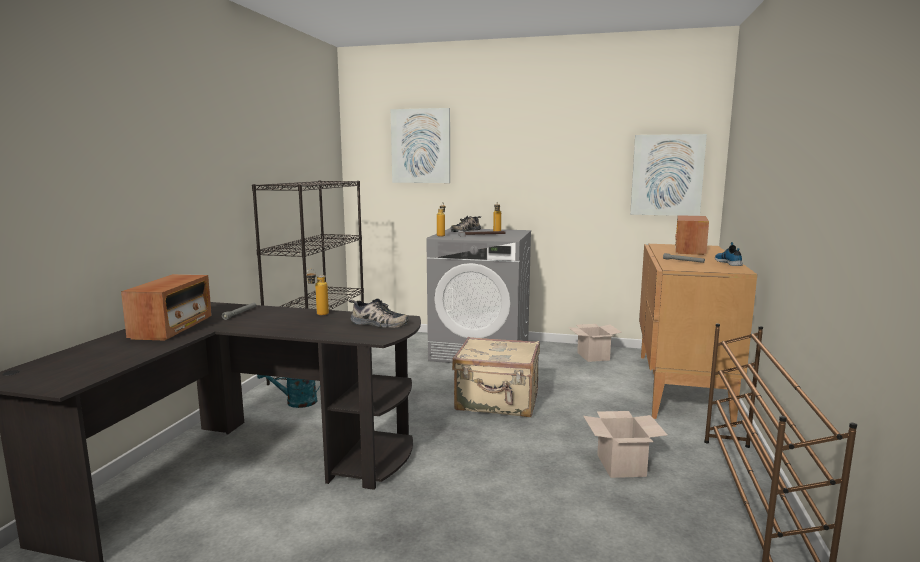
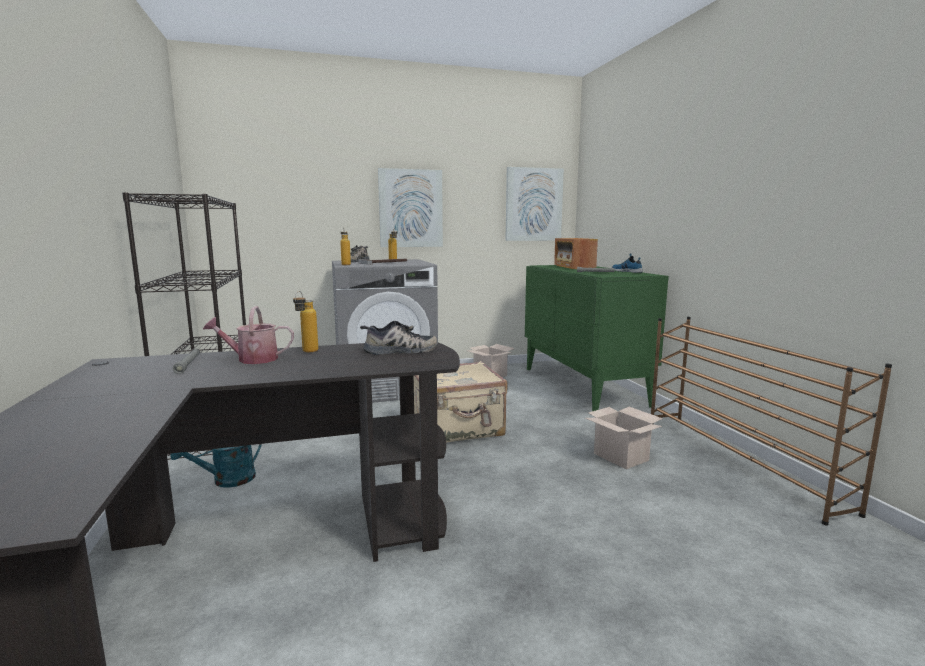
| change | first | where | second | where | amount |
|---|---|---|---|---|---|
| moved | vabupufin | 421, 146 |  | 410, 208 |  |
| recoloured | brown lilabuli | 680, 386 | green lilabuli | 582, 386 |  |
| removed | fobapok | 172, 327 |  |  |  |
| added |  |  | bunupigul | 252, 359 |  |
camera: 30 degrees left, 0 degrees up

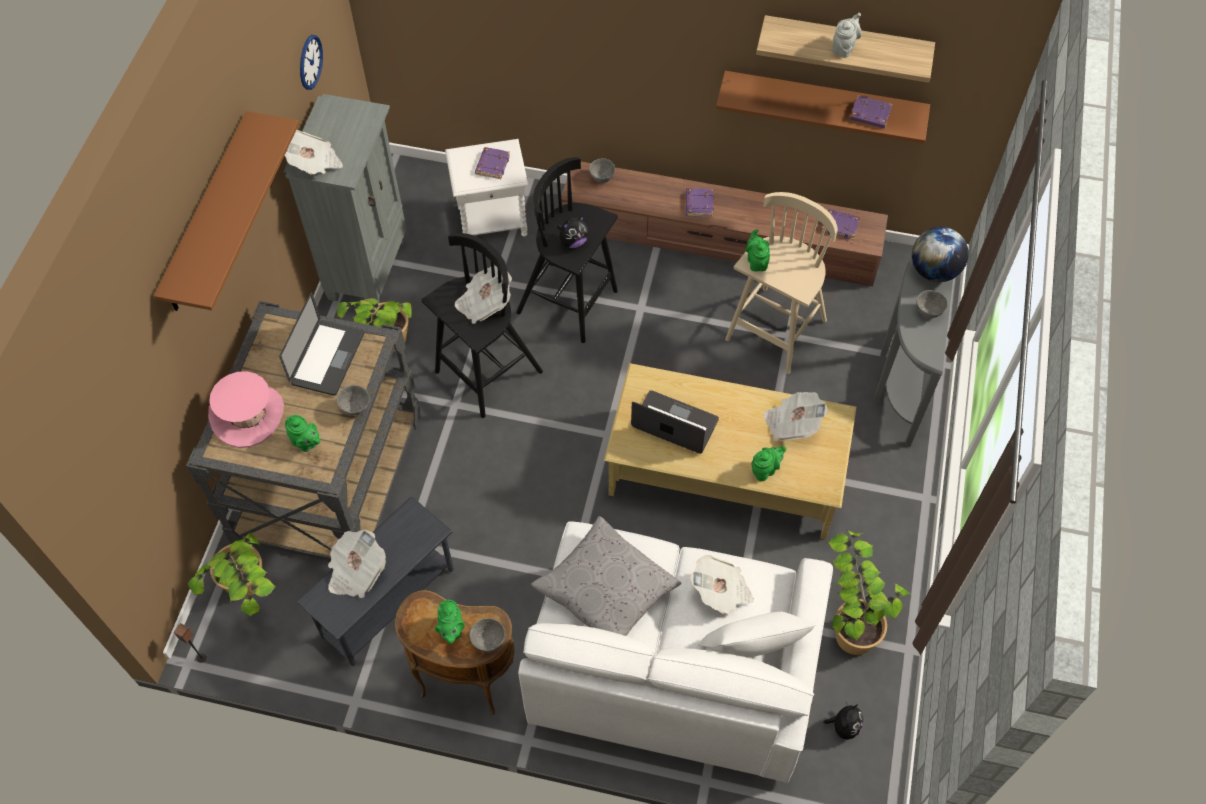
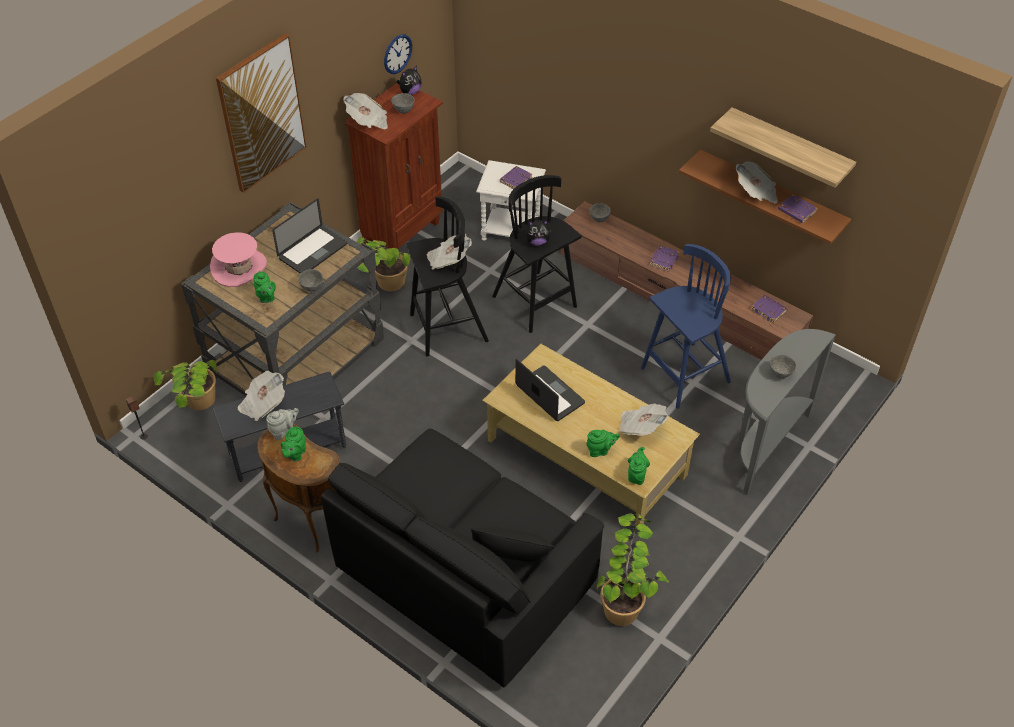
| change | first | where | second | where | amount |
|---|---|---|---|---|---|
| moved | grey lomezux | 844, 47 |  | 284, 431 |  |
| recoloured | grey lilabuli | 369, 270 | brown lilabuli | 403, 233 |  |
| replaced | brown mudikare | 207, 215 | vabupufin | 261, 113 |  |
| recoloured | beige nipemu | 774, 332 | blue nipemu | 683, 376 |  |
| removed | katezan | 934, 271 |  |  |  |
| moved | green lomezux | 756, 262 |  | 637, 475 |  |
| removed | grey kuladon | 606, 591 |  |  |  |
| recoloured | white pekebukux | 672, 668 | black pekebukux | 465, 576 |  |
| moved | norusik | 721, 592 |  | 756, 193 |  |
| moved | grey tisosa | 489, 642 |  | 403, 111 |  |
| moved | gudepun | 843, 726 |  | 410, 92 |  |
camera: 25 degrees right, 10 degrees down

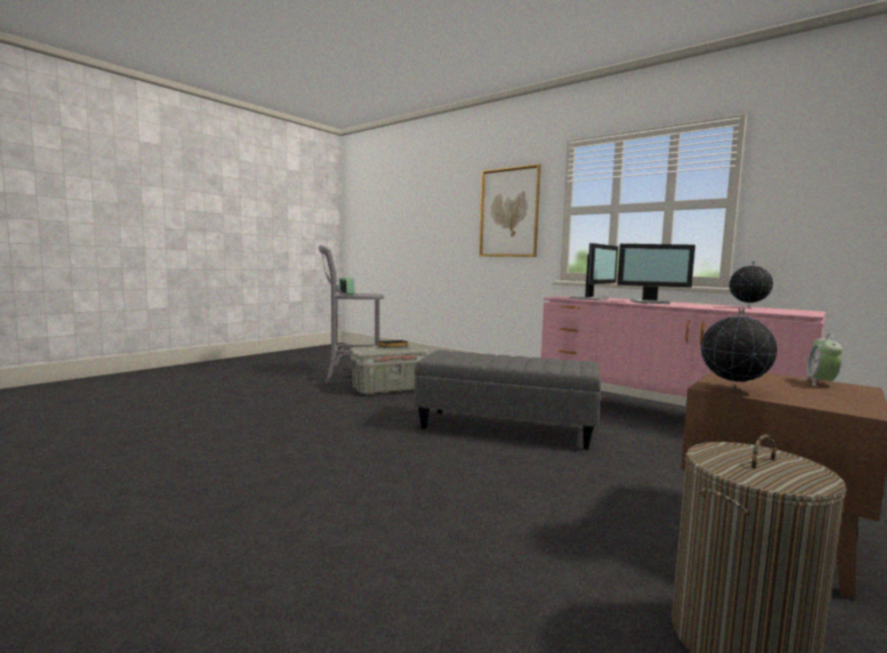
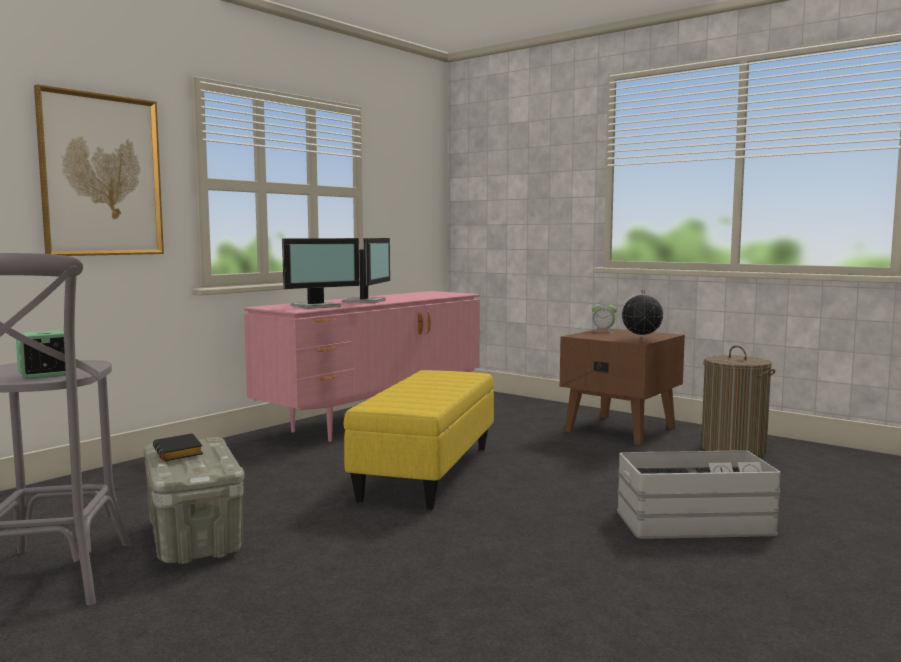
| change | first | where | second | where | amount |
|---|---|---|---|---|---|
| turned | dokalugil | 591, 299 |  | 317, 306 | 105 degrees clockwise |
| removed | katezan | 748, 308 |  |  |  |
| recoloured | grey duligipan | 505, 430 | yellow duligipan | 428, 473 |  |
| added |  |  | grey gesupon | 693, 521 |  |
camera: 90 degrees left, 0 degrees up

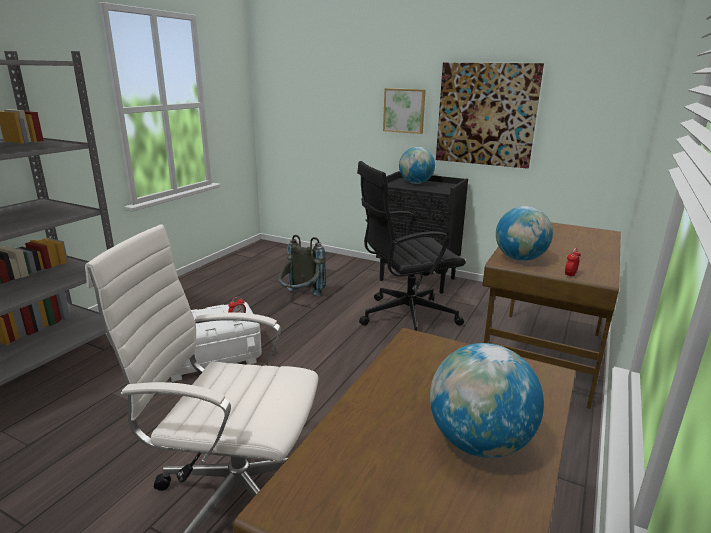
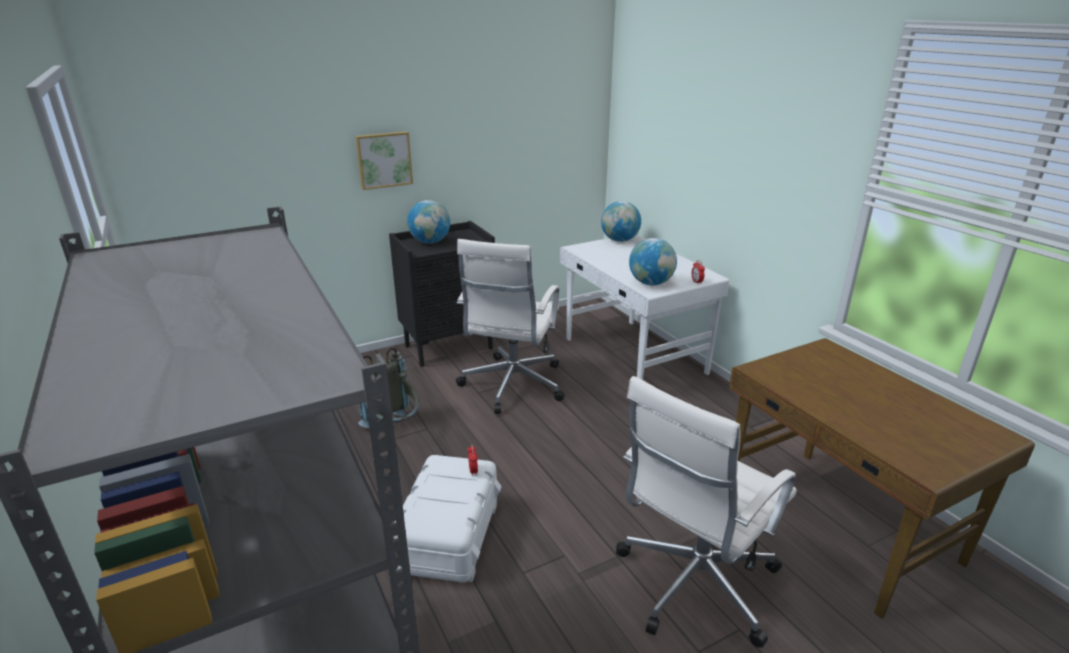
| change | first | where | second | where | amount |
|---|---|---|---|---|---|
| removed | vabupufin | 486, 115 |  |  |  |
| recoloured | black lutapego | 405, 317 | white lutapego | 512, 386 |  |
| recoloured | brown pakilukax | 541, 354 | white pakilukax | 633, 356 |  |
| moved | katezan | 479, 443 |  | 620, 240 |  |
camera: 55 degrees left, 5 degrees up

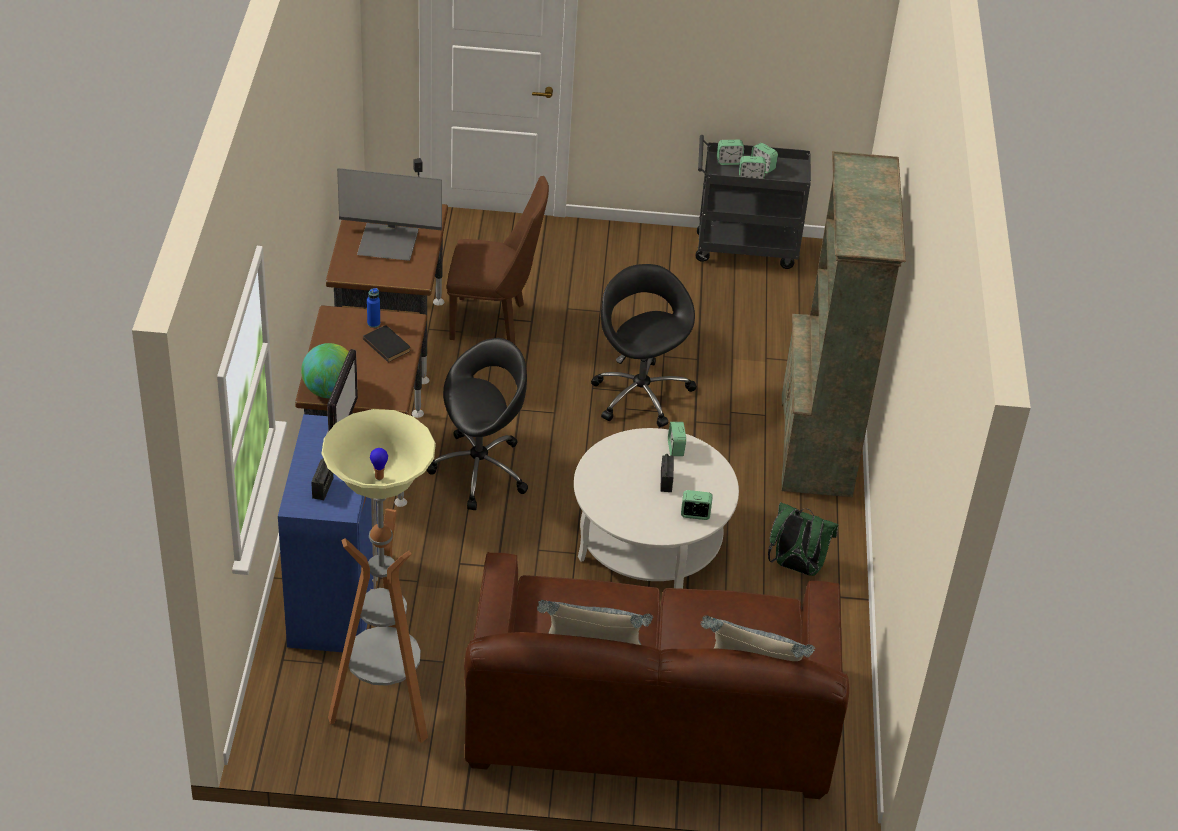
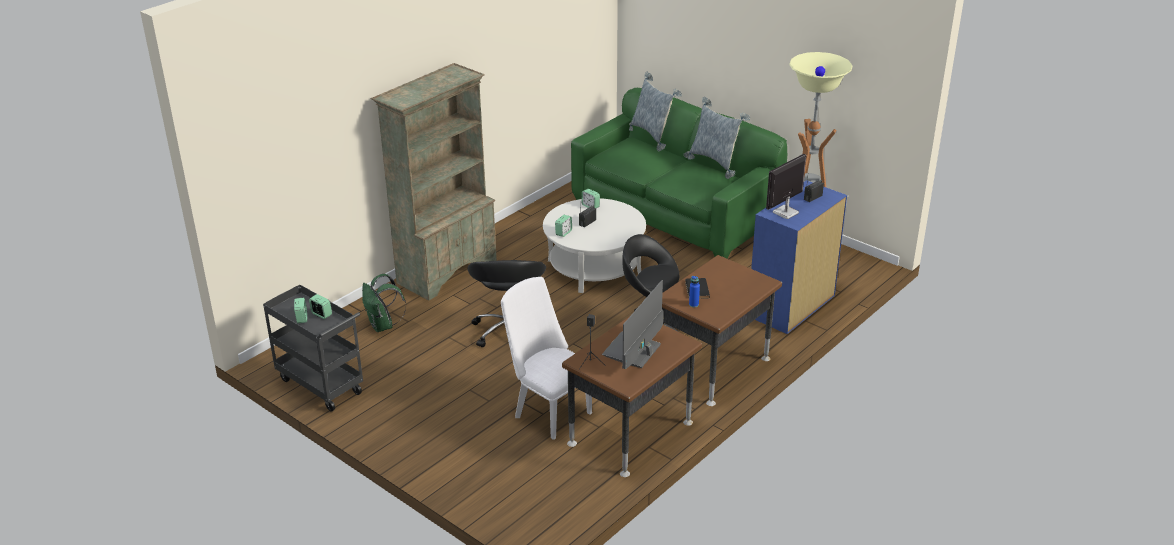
| change | first | where | second | where | amount |
|---|---|---|---|---|---|
| removed | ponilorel | 729, 161 |  |  |  |
| turned | dokalugil | 388, 242 |  | 633, 351 | 105 degrees counterclockwise |
| recoloured | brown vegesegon | 495, 322 | white vegesegon | 548, 412 |  |
| removed | katezan | 330, 391 |  |  |  |
| moved | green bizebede | 795, 566 |  | 383, 326 |  |
| recoloured | brown pekebukux | 649, 715 | green pekebukux | 673, 212 |  |
camera: 140 degrees left, 10 degrees down

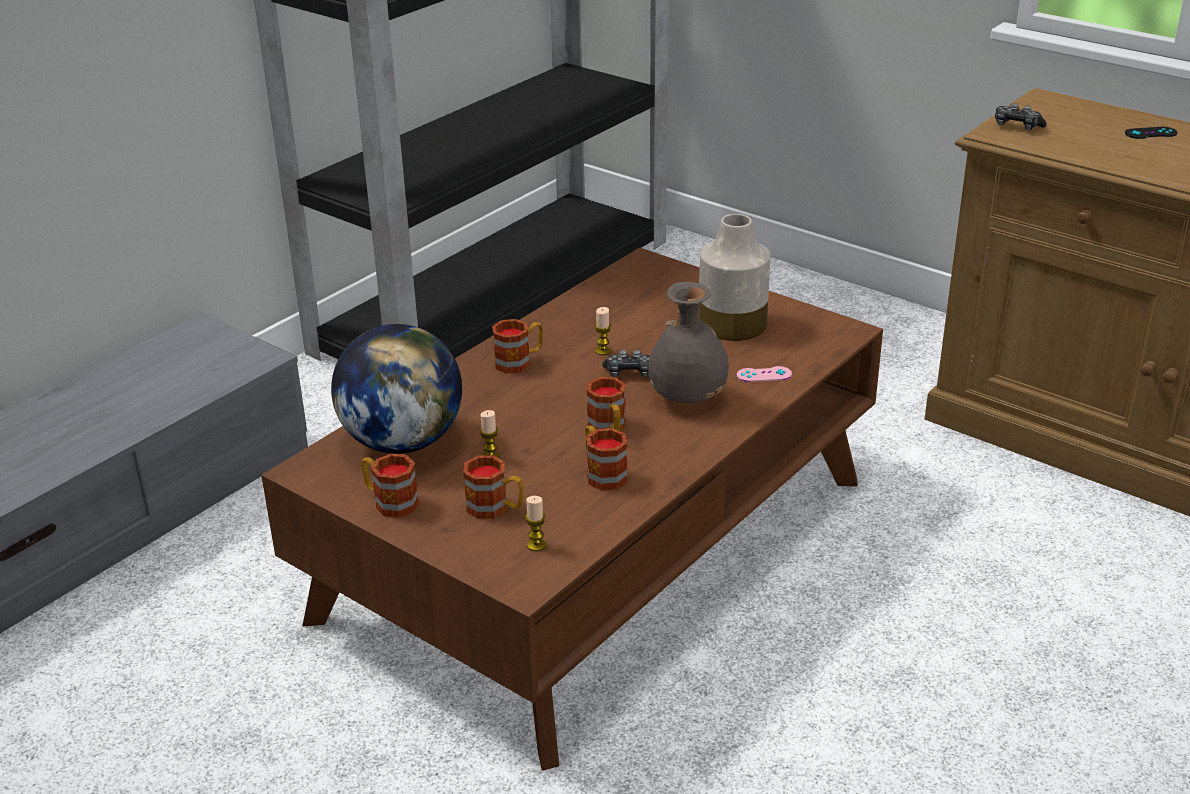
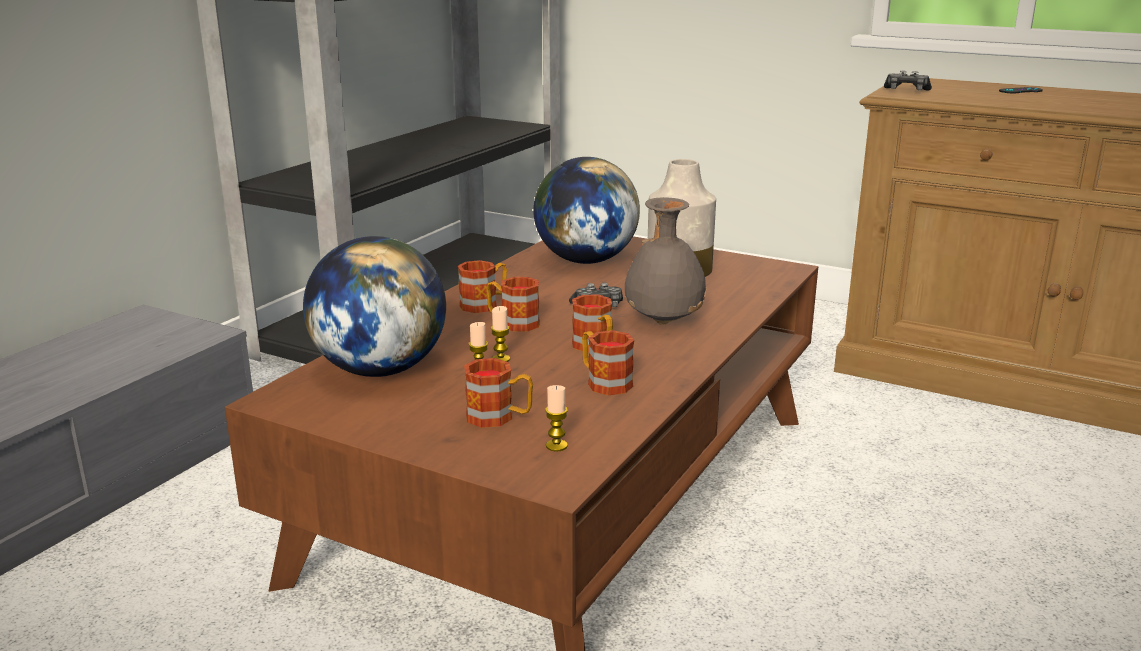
| change | first | where | second | where | amount |
|---|---|---|---|---|---|
| moved | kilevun | 603, 351 |  | 501, 359 |  |
| removed | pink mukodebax | 764, 375 |  |  |  |
| moved | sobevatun | 390, 501 |  | 513, 322 |  |
| added |  |  | katezan | 585, 260 |  |
camera: 10 degrees left, 10 degrees down

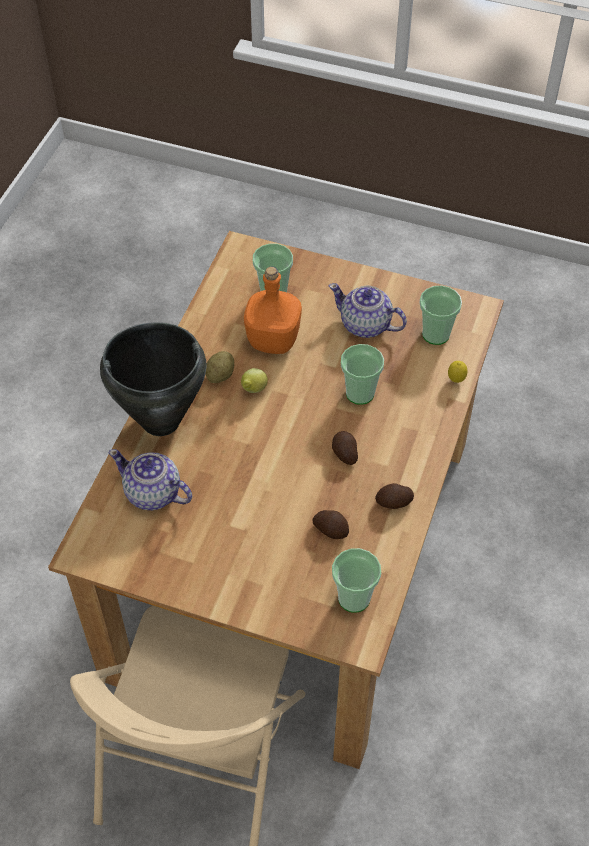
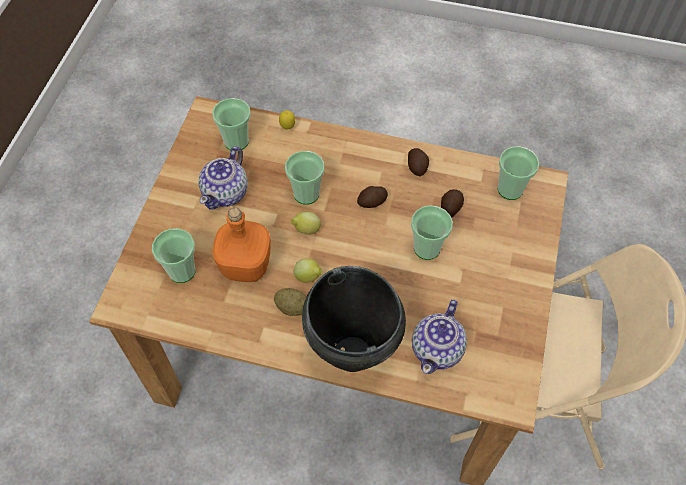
| change | first | where | second | where | amount |
|---|---|---|---|---|---|
| added |  |  | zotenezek | 427, 248 |  |
| added |  |  | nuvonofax | 306, 230 |  |
camera: 95 degrees left, 5 degrees up

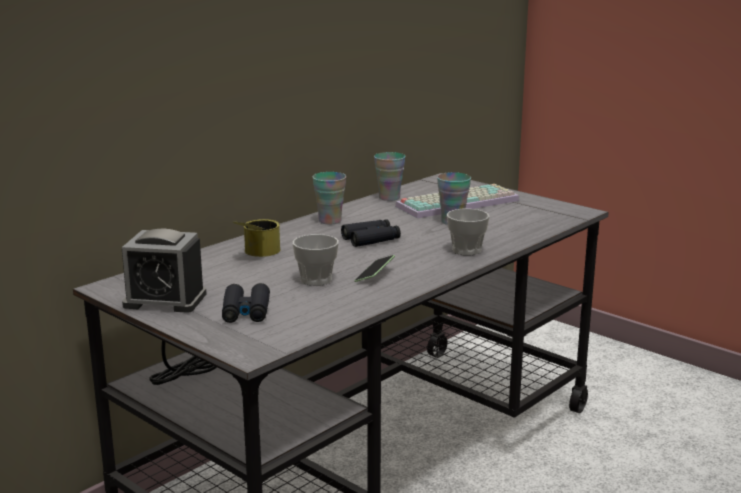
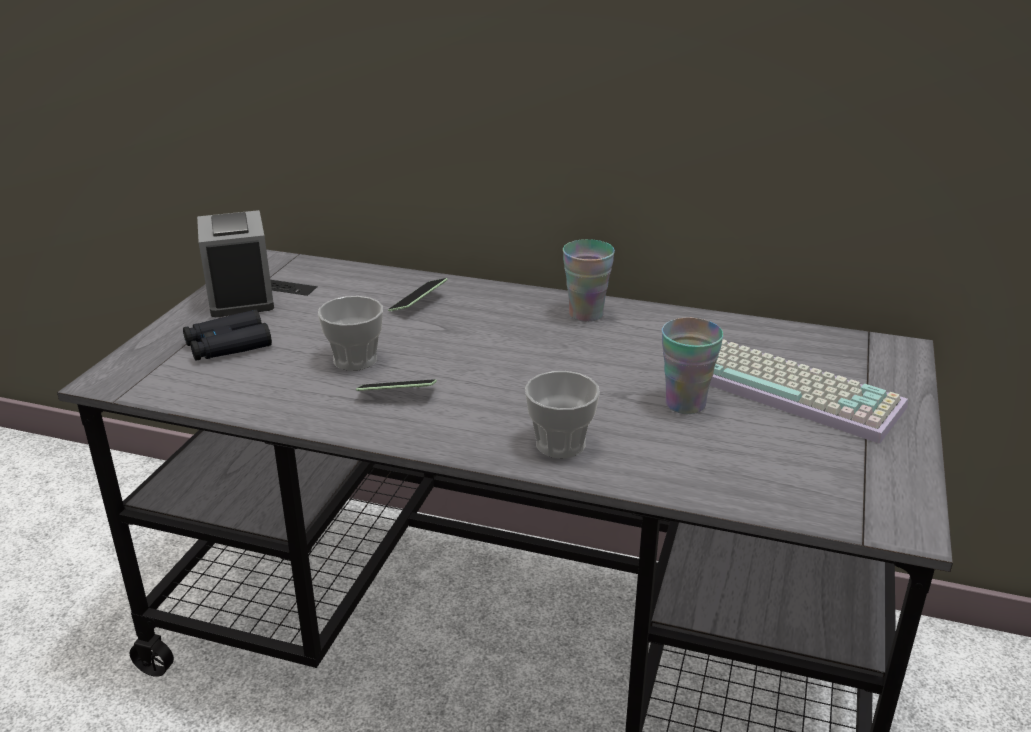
| change | first | where | second | where | amount |
|---|---|---|---|---|---|
| removed | zotenezek | 389, 197 |  |  |  |
| replaced | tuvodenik | 257, 254 | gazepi | 418, 303 |  |
| removed | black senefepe | 371, 239 |  |  |  |
camera: 65 degrees right, 10 degrees up

